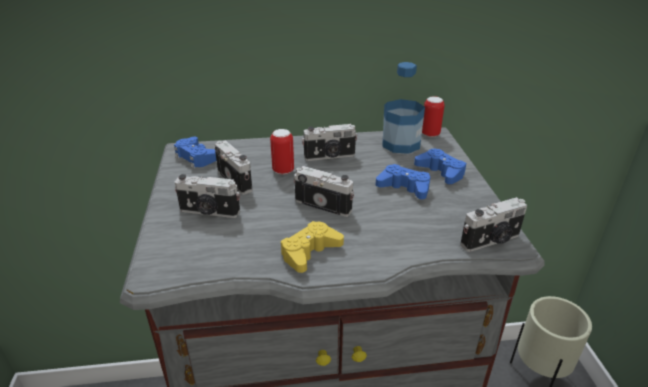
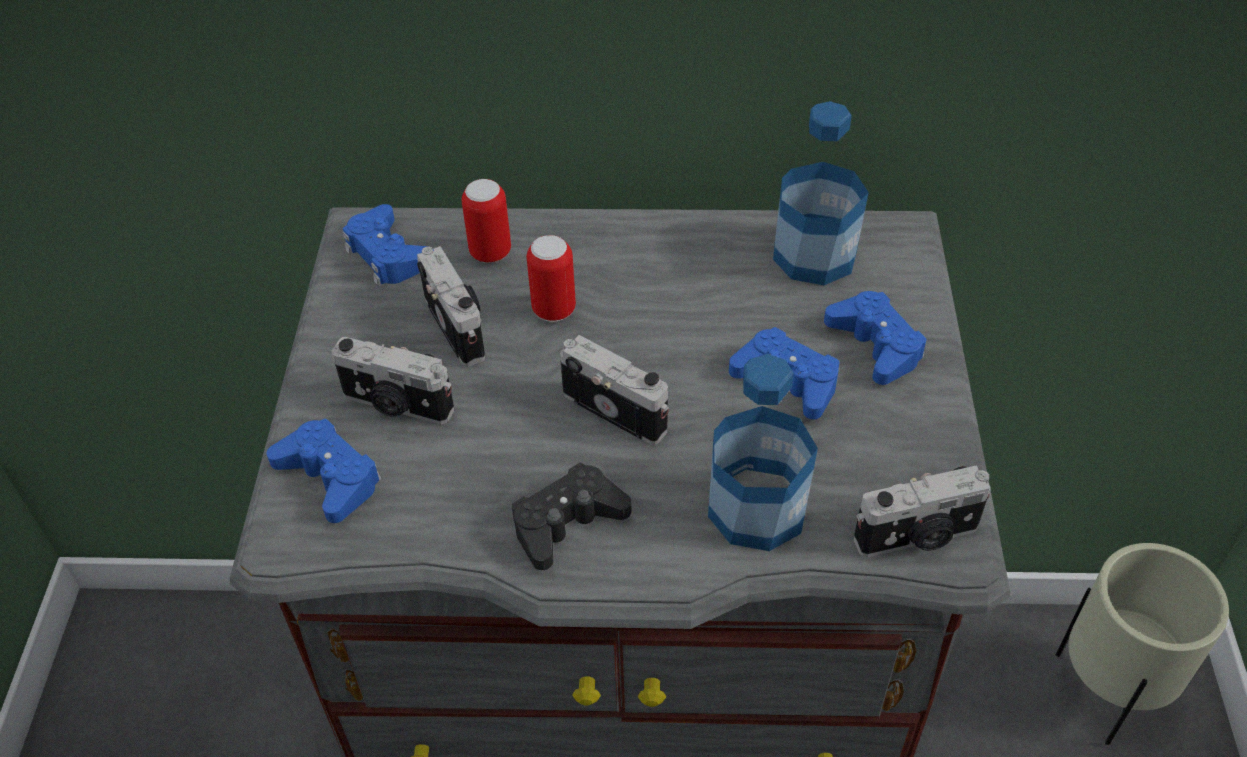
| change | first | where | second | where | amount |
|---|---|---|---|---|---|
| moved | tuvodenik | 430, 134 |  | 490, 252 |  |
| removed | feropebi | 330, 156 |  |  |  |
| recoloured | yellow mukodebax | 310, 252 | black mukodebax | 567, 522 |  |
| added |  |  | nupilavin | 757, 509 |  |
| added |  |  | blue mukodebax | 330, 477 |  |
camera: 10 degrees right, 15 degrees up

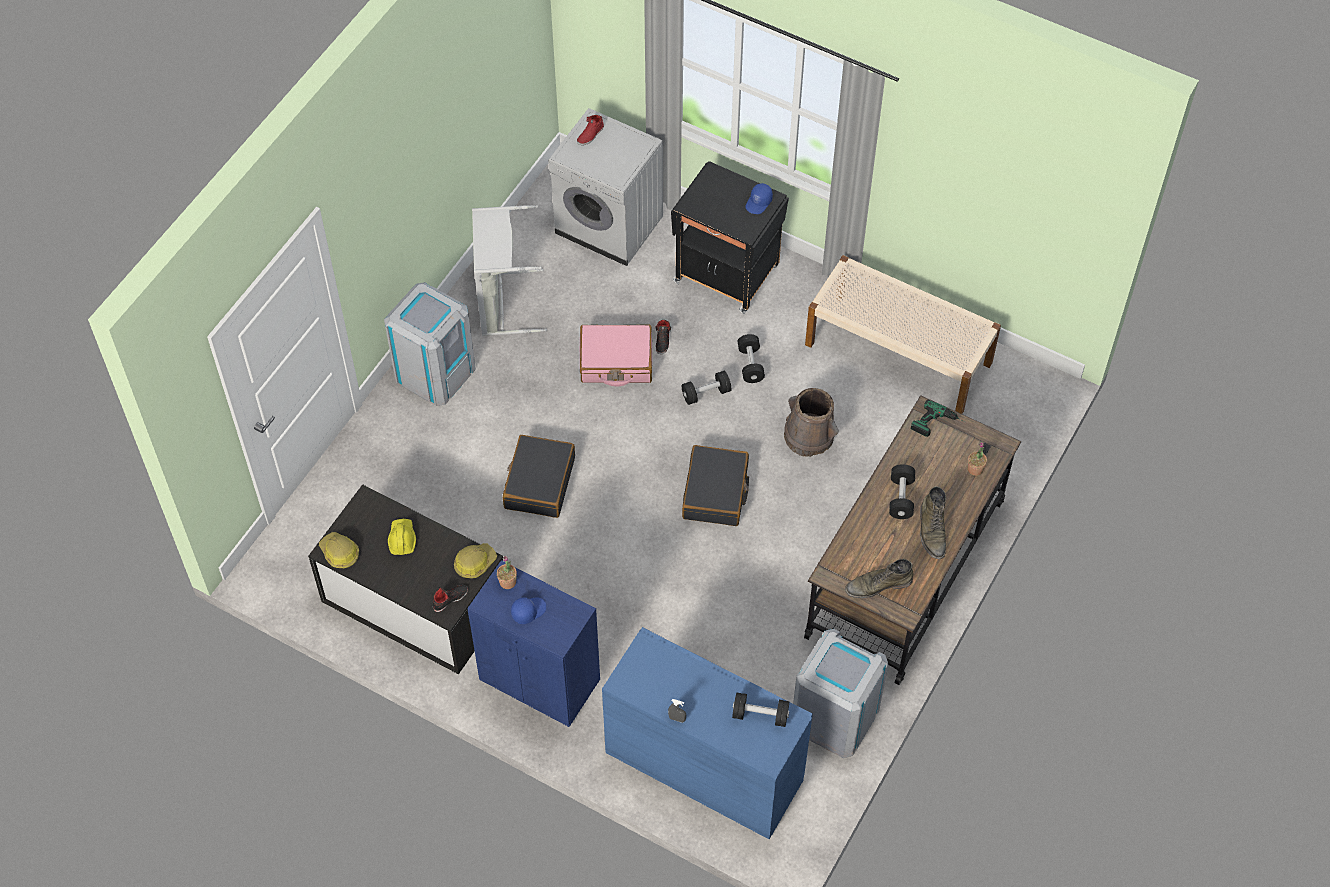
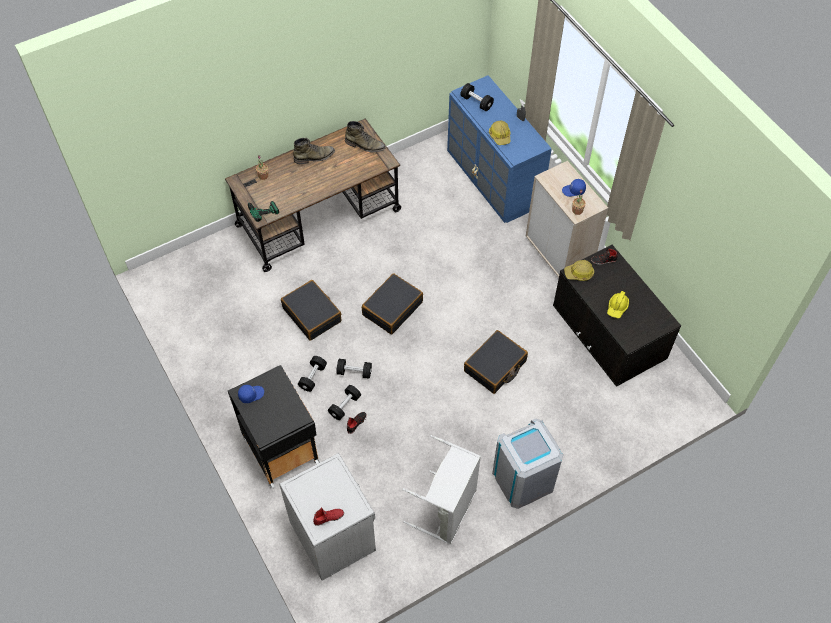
| change | first | where | second | where | amount |
|---|---|---|---|---|---|
| removed | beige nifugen | 898, 353 |  |  |  |
| removed | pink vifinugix | 616, 361 |  |  |  |
| replaced | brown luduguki | 809, 435 | black vifinugix | 312, 314 |  |
| moved | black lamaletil | 901, 498 |  | 345, 406 |  |
| turned | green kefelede | 932, 531 |  | 314, 157 | 45 degrees clockwise |
| moved | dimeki | 339, 553 |  | 500, 136 |  |
| recoloured | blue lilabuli | 538, 683 | beige lilabuli | 559, 254 |  |
| removed | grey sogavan | 834, 717 |  |  |  |
camera: 150 degrees left, 0 degrees up

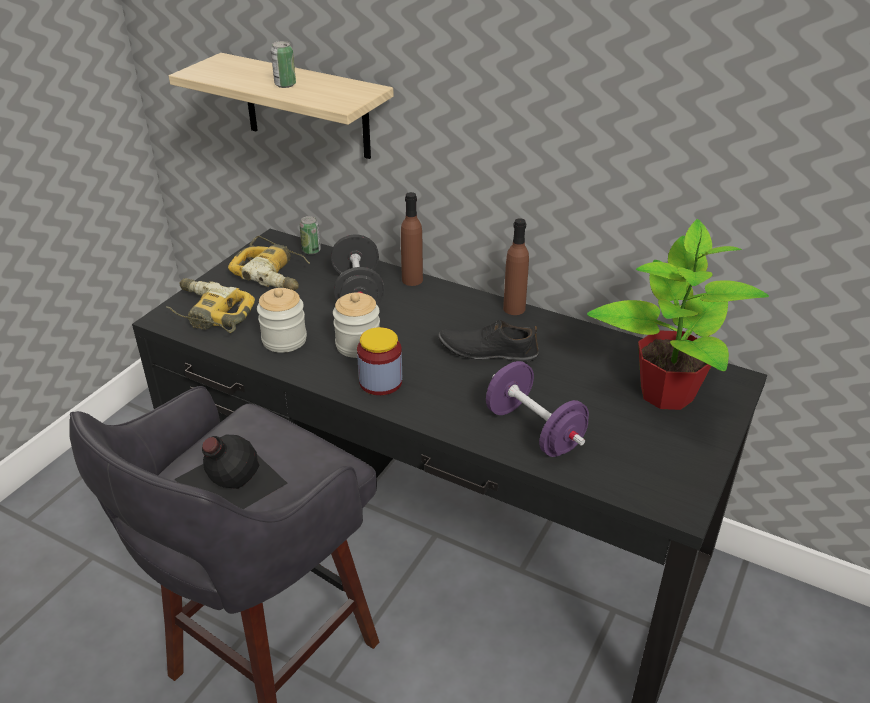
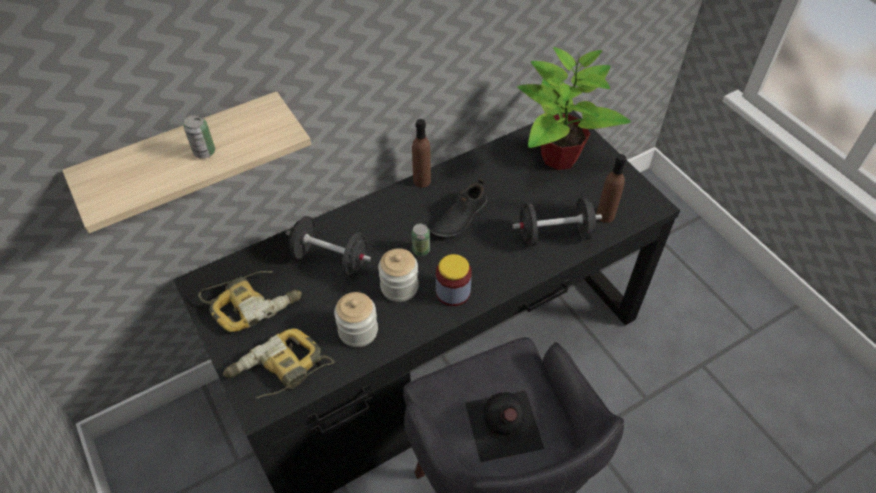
| change | first | where | second | where | amount |
|---|---|---|---|---|---|
| moved | brown nupilavin | 412, 280 |  | 605, 215 |  |
| moved | tuvodenik | 311, 251 |  | 421, 250 |  |
| recoloured | purple lamaletil | 534, 430 | black lamaletil | 554, 235 |  |
camera: 60 degrees left, 15 degrees up

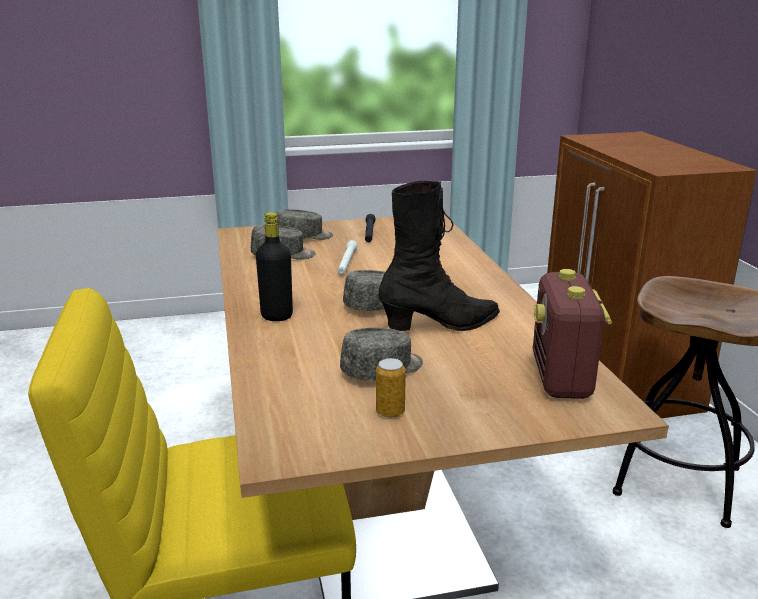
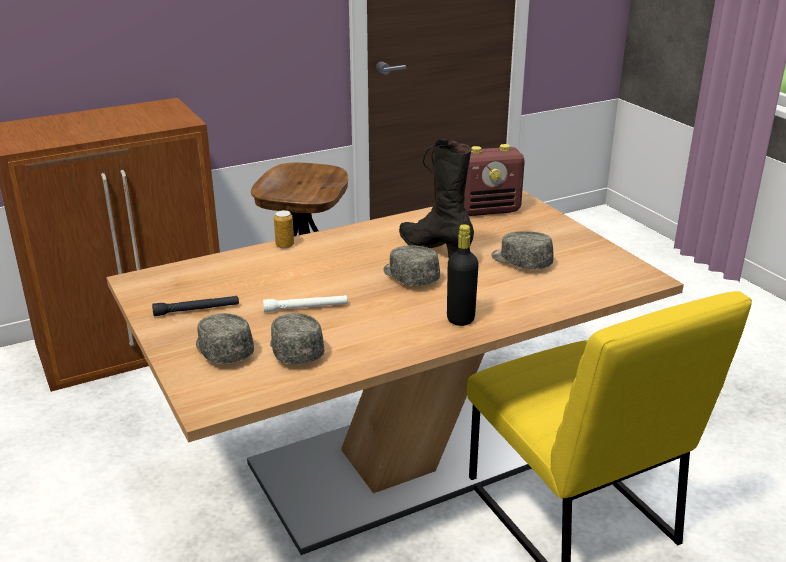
| change | first | where | second | where | amount |
|---|---|---|---|---|---|
| moved | tuvodenik | 390, 412 |  | 285, 245 |  |
camera: 105 degrees left, 5 degrees up

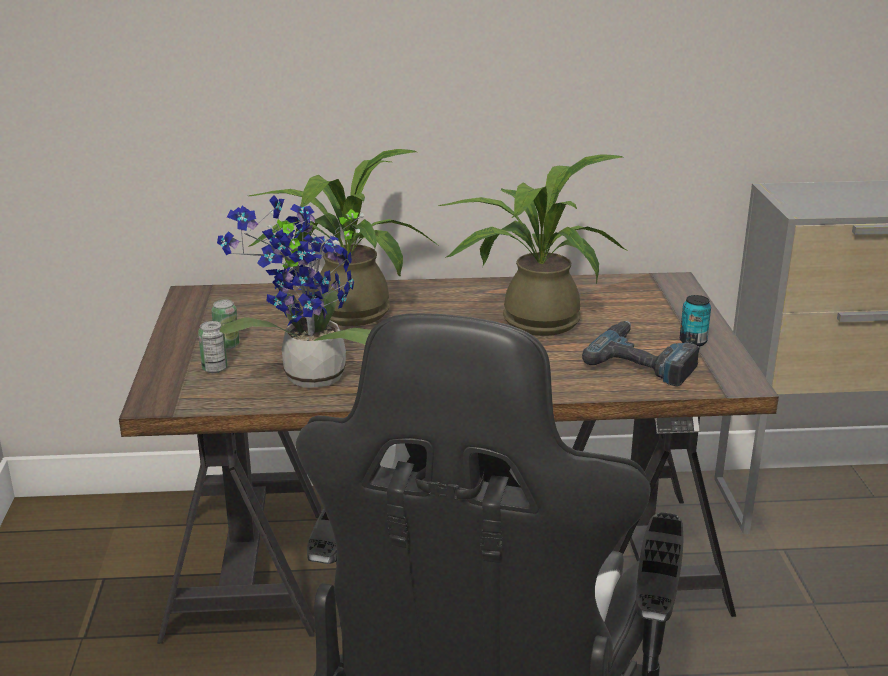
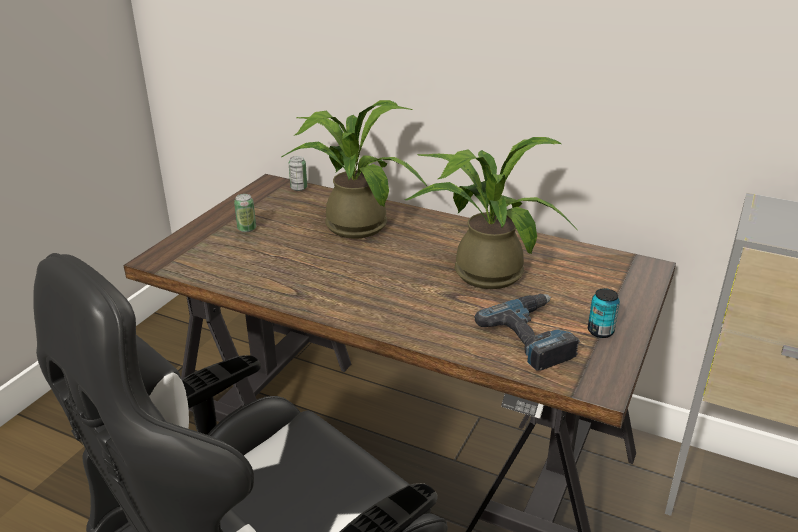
| change | first | where | second | where | amount |
|---|---|---|---|---|---|
| removed | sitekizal | 309, 380 |  |  |  |
| moved | tuvodenik | 214, 368 |  | 299, 188 |  |
camera: 30 degrees right, 5 degrees up

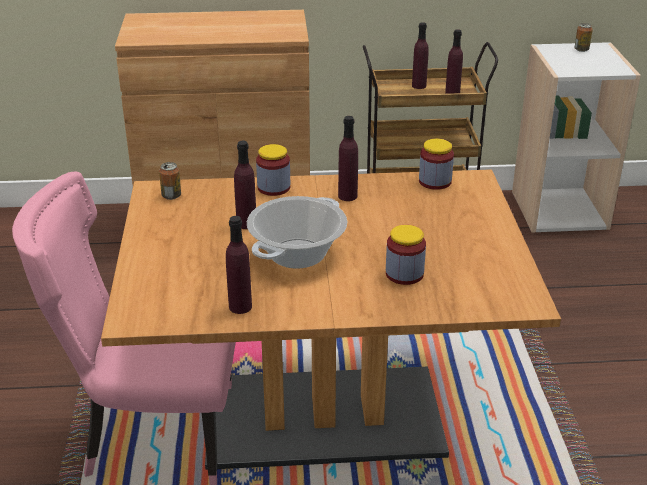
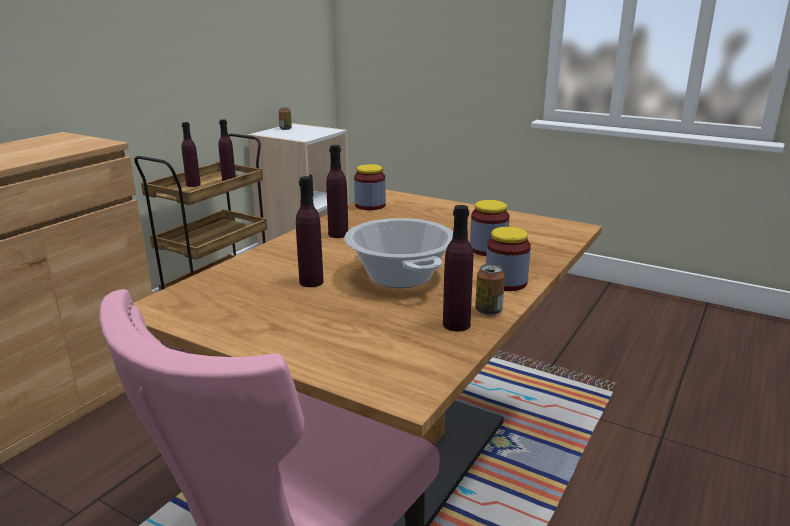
| change | first | where | second | where | amount |
|---|---|---|---|---|---|
| moved | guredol | 273, 188 |  | 506, 282 |  |
| moved | tuvodenik | 171, 196 |  | 488, 311 |  |
camera: 55 degrees left, 10 degrees down

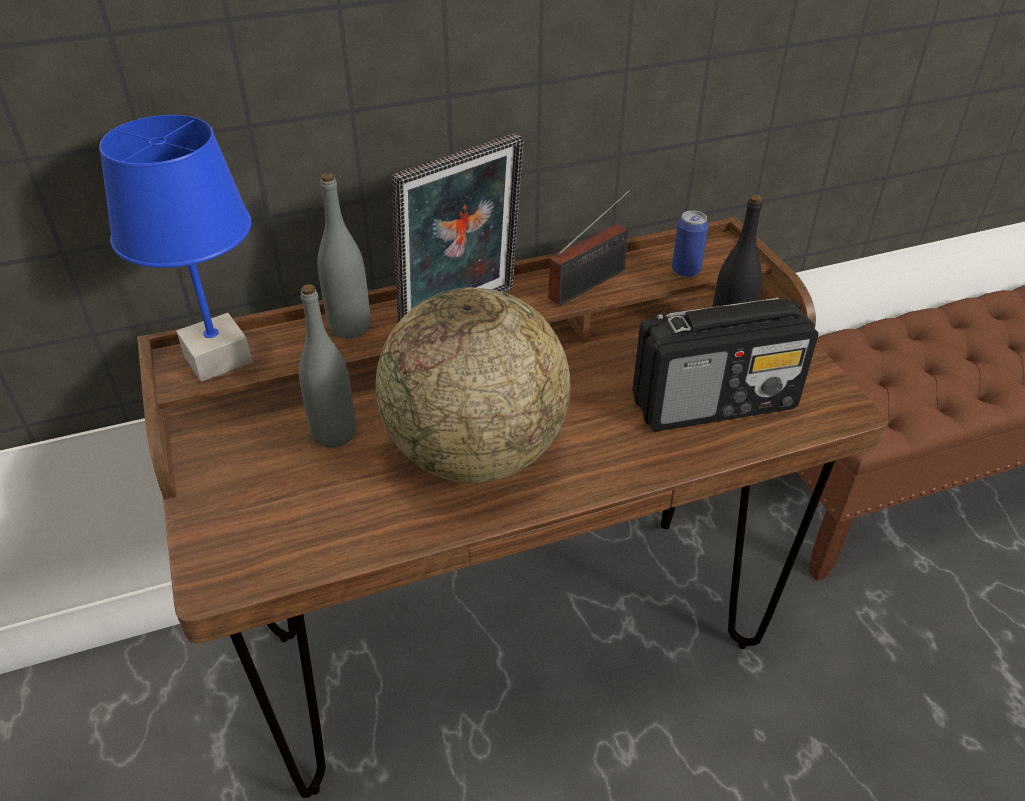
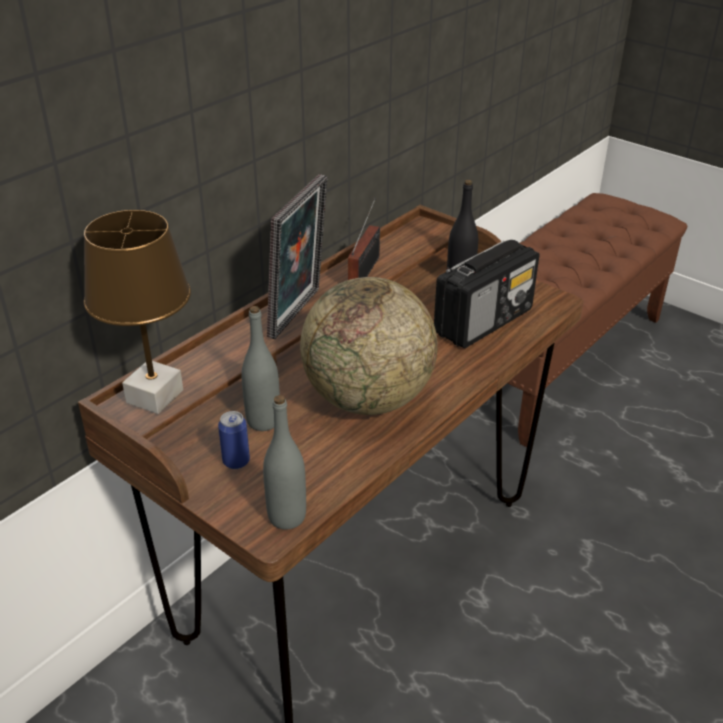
| change | first | where | second | where | amount |
|---|---|---|---|---|---|
| recoloured | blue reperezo | 217, 360 | brown reperezo | 155, 397 |  |
| moved | grey nupilavin | 350, 327 |  | 287, 517 |  |
| moved | tuvodenik | 686, 270 |  | 236, 461 |  |
camera: 30 degrees left, 5 degrees down

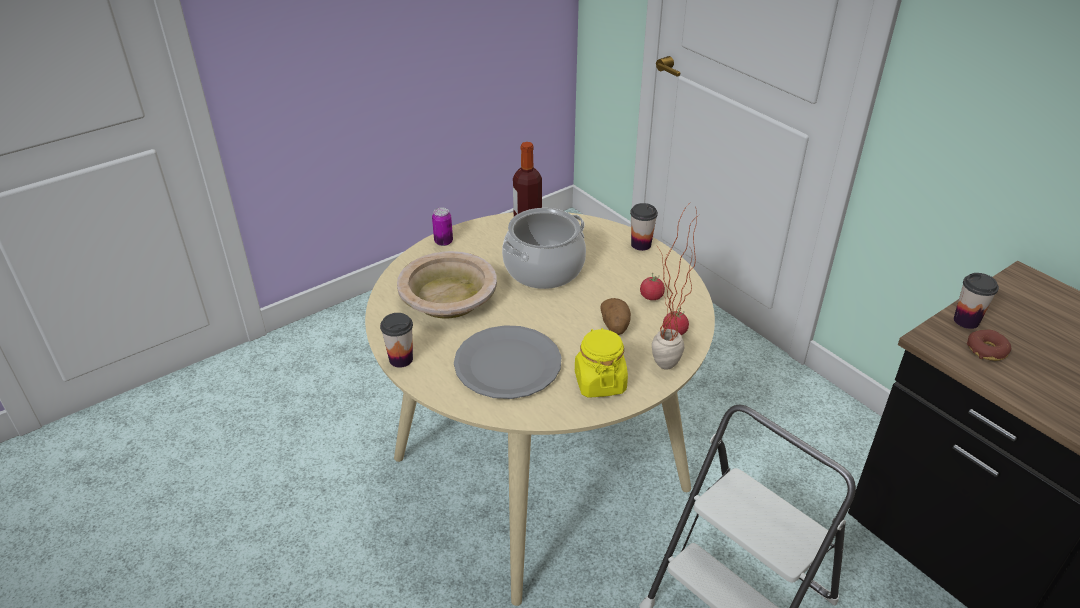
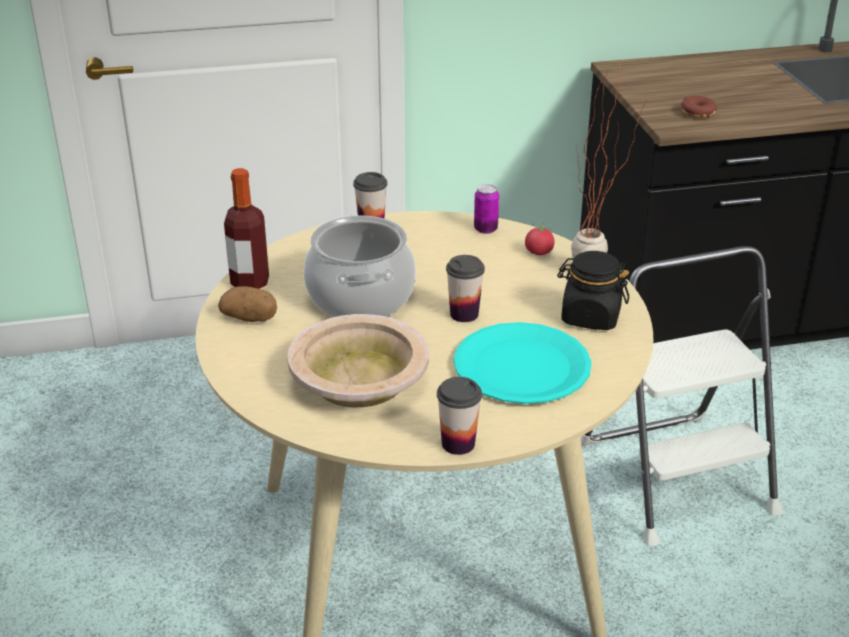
| change | first | where | second | where | amount |
|---|---|---|---|---|---|
| moved | tuvodenik | 443, 242 |  | 485, 229 |  |
| removed | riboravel | 651, 297 |  |  |  |
| moved | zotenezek | 966, 321 |  | 464, 314 |  |
| moved | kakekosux | 615, 326 |  | 250, 318 |  |
| recoloured | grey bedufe | 507, 364 | turquoise bedufe | 522, 367 |  |
| recoloured | yellow guredol | 599, 382 | black guredol | 590, 317 |  |
camera: 65 degrees left, 5 degrees down

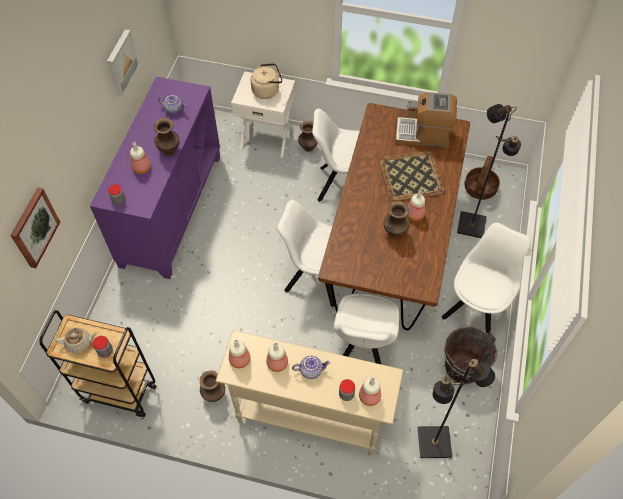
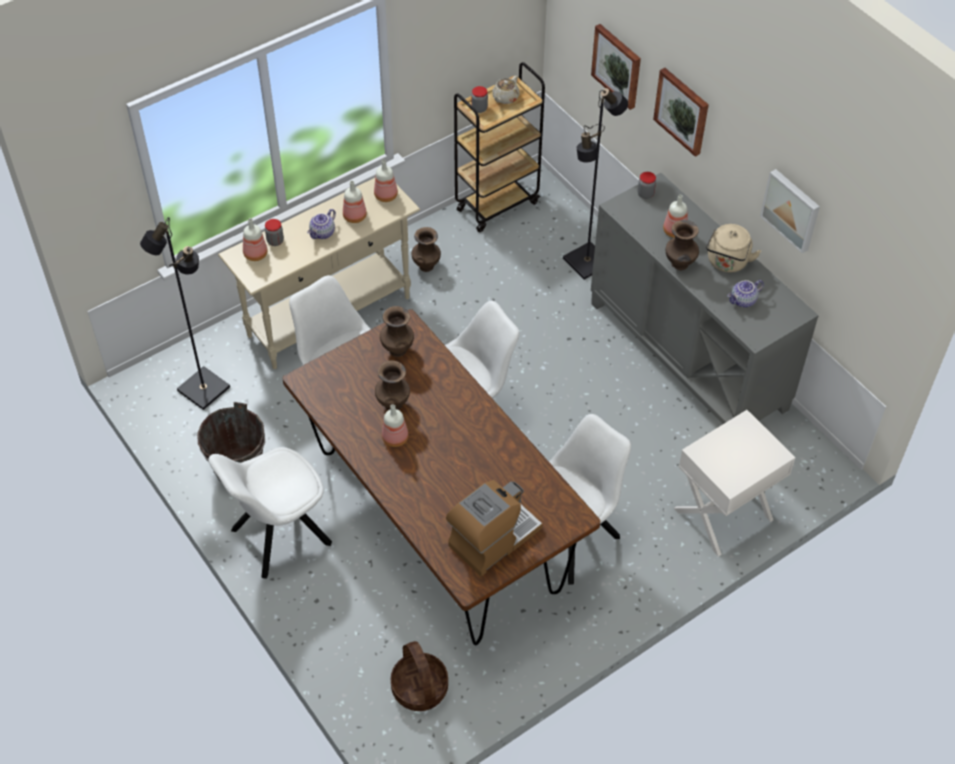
| change | first | where | second | where | amount |
|---|---|---|---|---|---|
| moved | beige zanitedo | 267, 90 |  | 727, 263 |  |
| recoloured | purple lilabuli | 171, 209 | grey lilabuli | 688, 355 |  |
| moved | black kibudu | 471, 225 |  | 586, 261 |  |
| moved | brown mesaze | 308, 148 |  | 397, 349 |  |
| removed | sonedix | 410, 176 |  |  |  |
| turned | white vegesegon | 476, 309 |  | 280, 536 | 75 degrees clockwise |
| added |  |  | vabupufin | 682, 111 |  |
camera: 130 degrees right, 5 degrees down

